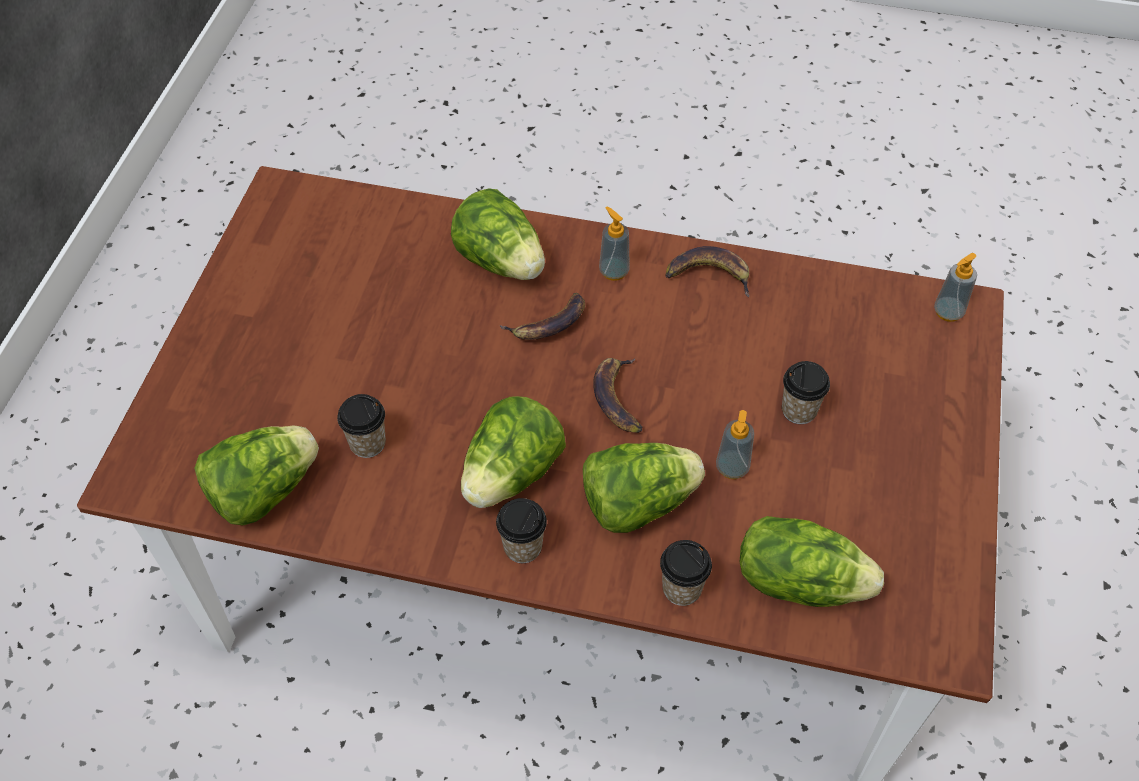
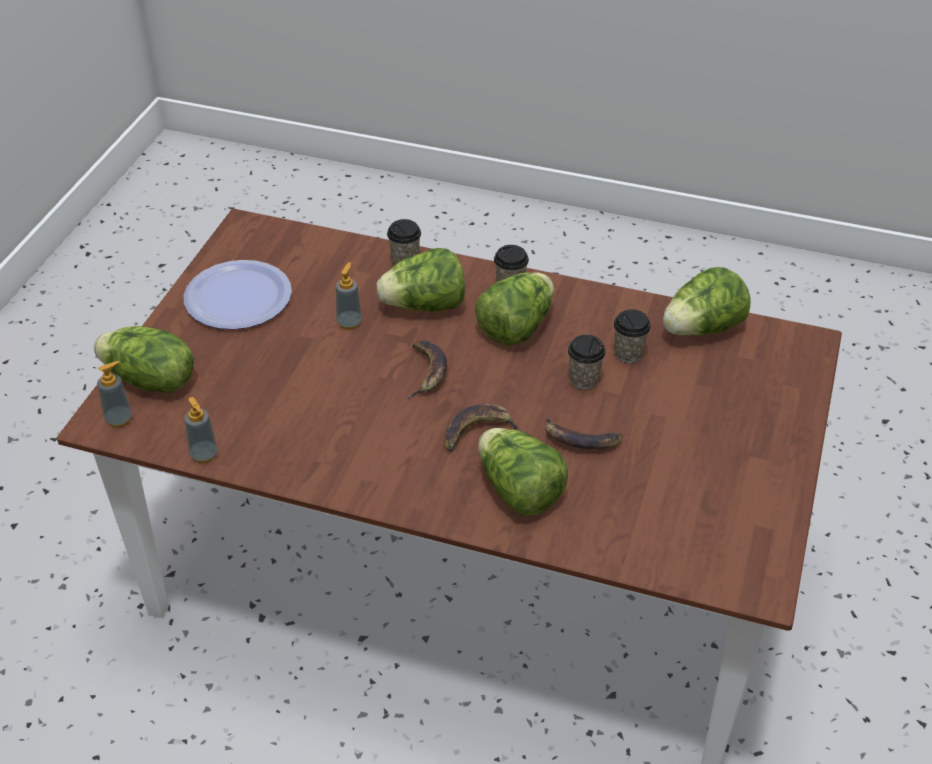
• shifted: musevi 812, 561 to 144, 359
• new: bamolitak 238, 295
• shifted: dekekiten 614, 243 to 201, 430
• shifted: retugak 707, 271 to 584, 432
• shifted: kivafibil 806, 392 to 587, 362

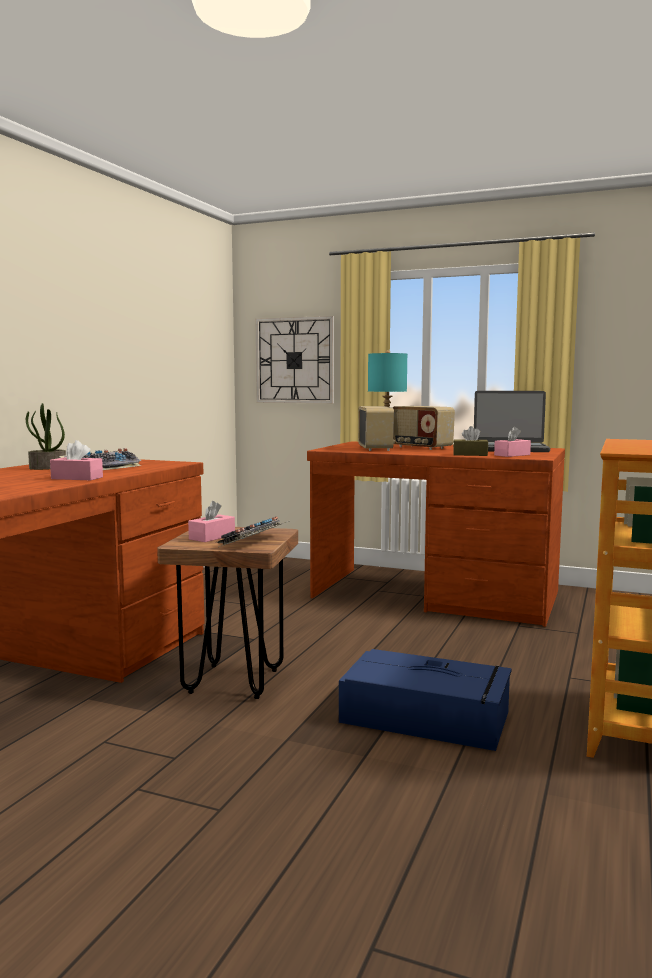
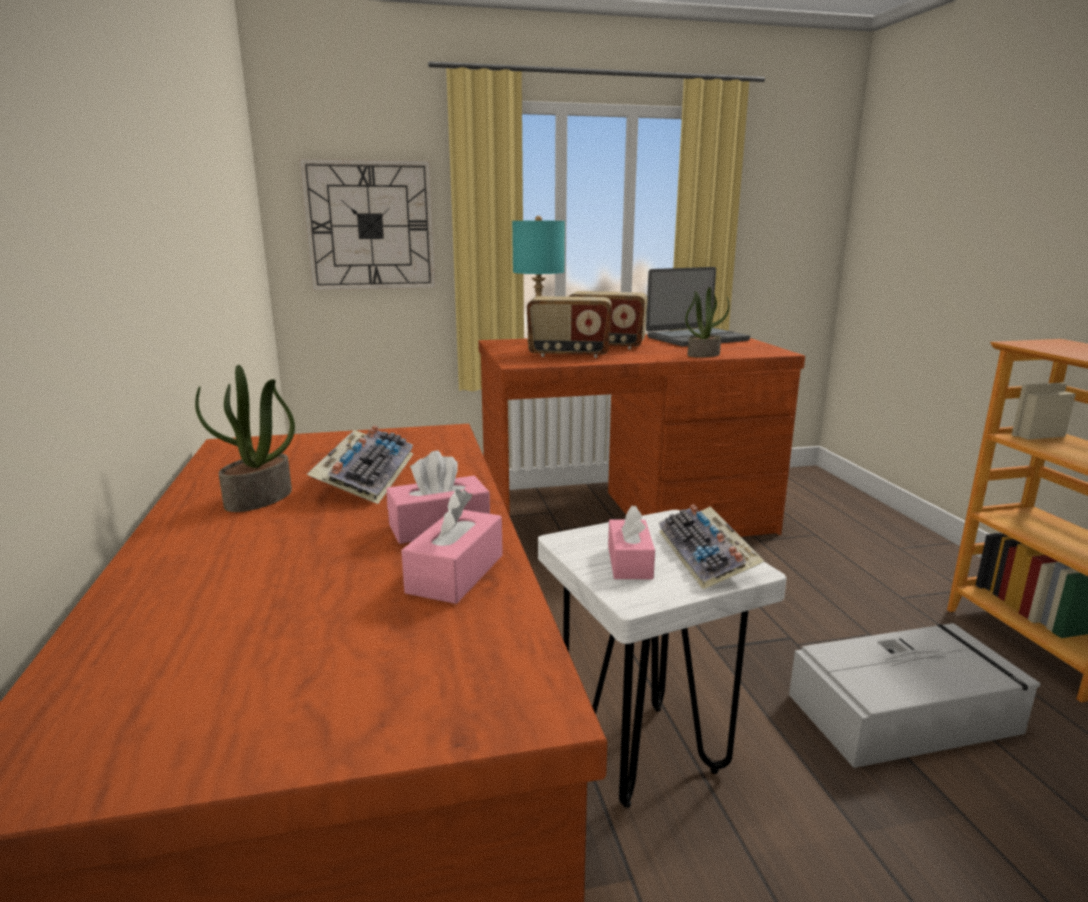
• shifted: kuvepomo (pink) 512, 441 to 452, 546
• rotated: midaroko 376, 428 = 569, 327 135 degrees clockwise
• repainted: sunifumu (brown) 227, 613 to sunifumu (white) 662, 659
• swapped: kuvepomo (brown) 470, 441 to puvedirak 707, 322
• repainted: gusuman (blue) 425, 700 to gusuman (grey) 915, 695

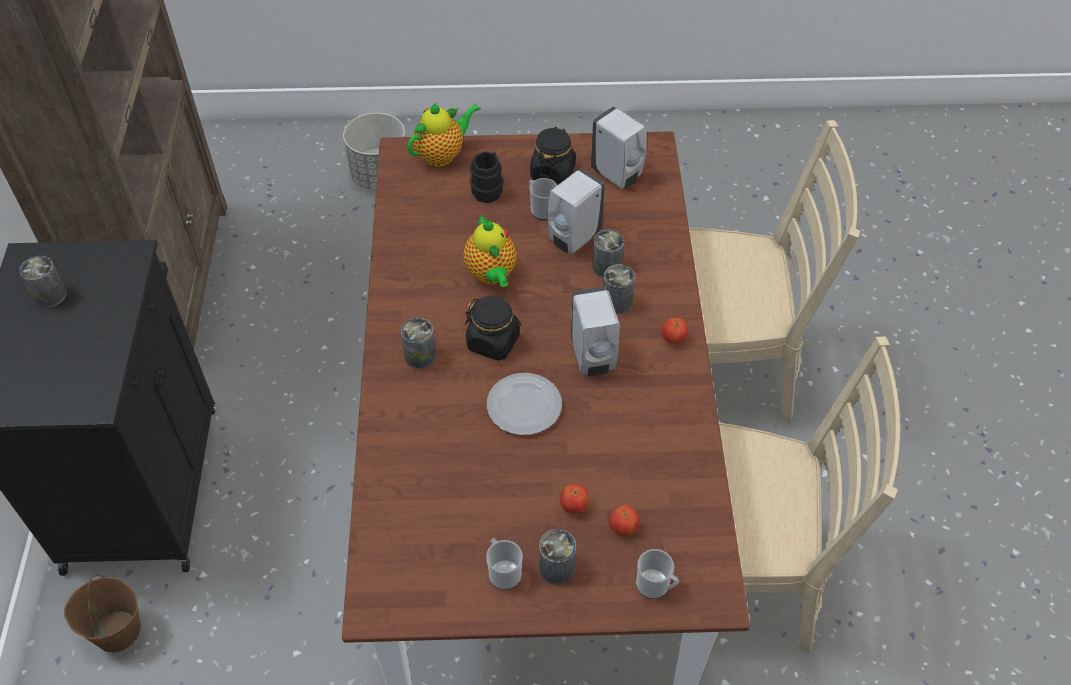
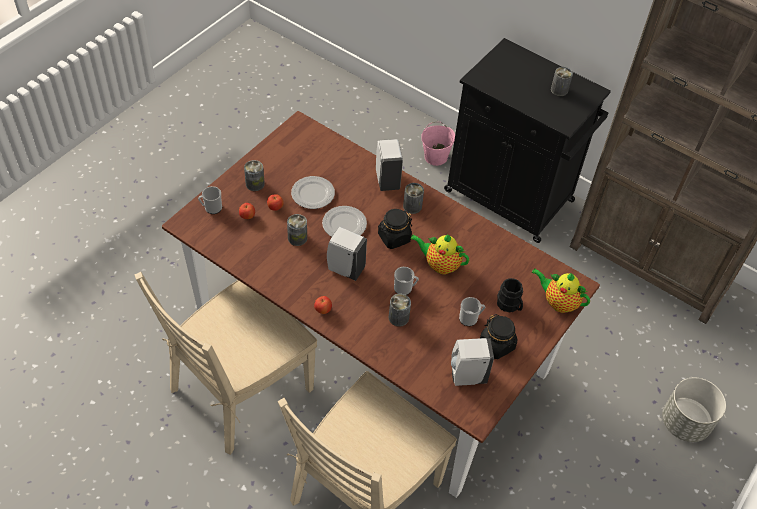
• shifted: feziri 619, 289 to 297, 230
• new: bamolitak 313, 192
• shifted: dekekiten (white) 576, 211 to 389, 165
• shifted: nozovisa 504, 564 to 406, 281
• repainted: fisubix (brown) 102, 613 to fisubix (pink) 438, 144
• rotated: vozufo 444, 135 = 561, 290 120 degrees clockwise

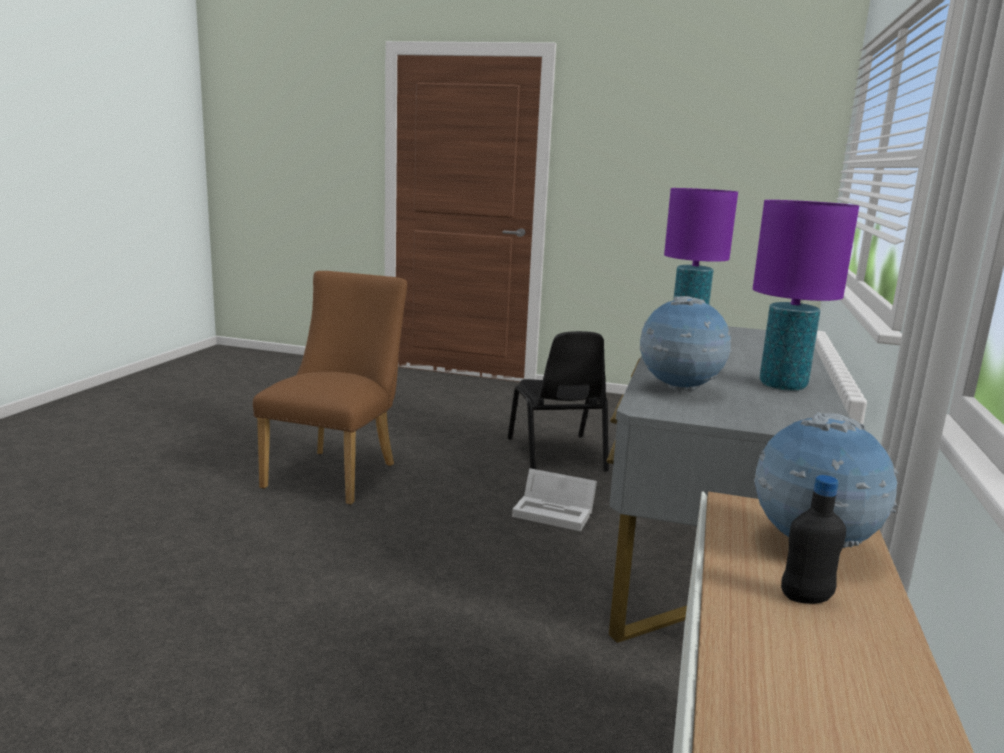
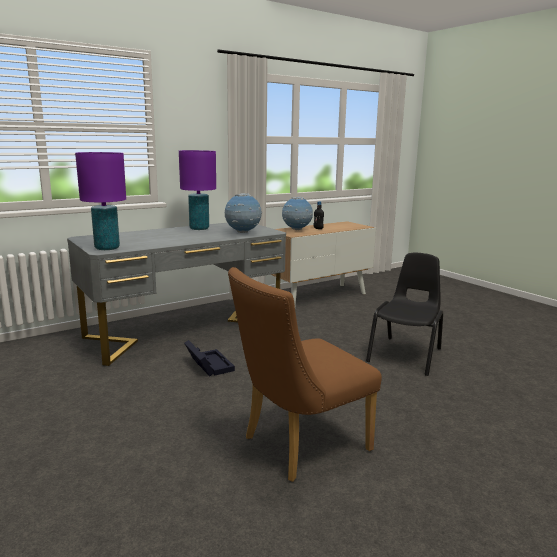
• repainted: gusuman (white) 554, 499 to gusuman (black) 209, 358
• shifted: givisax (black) 558, 401 to 404, 314

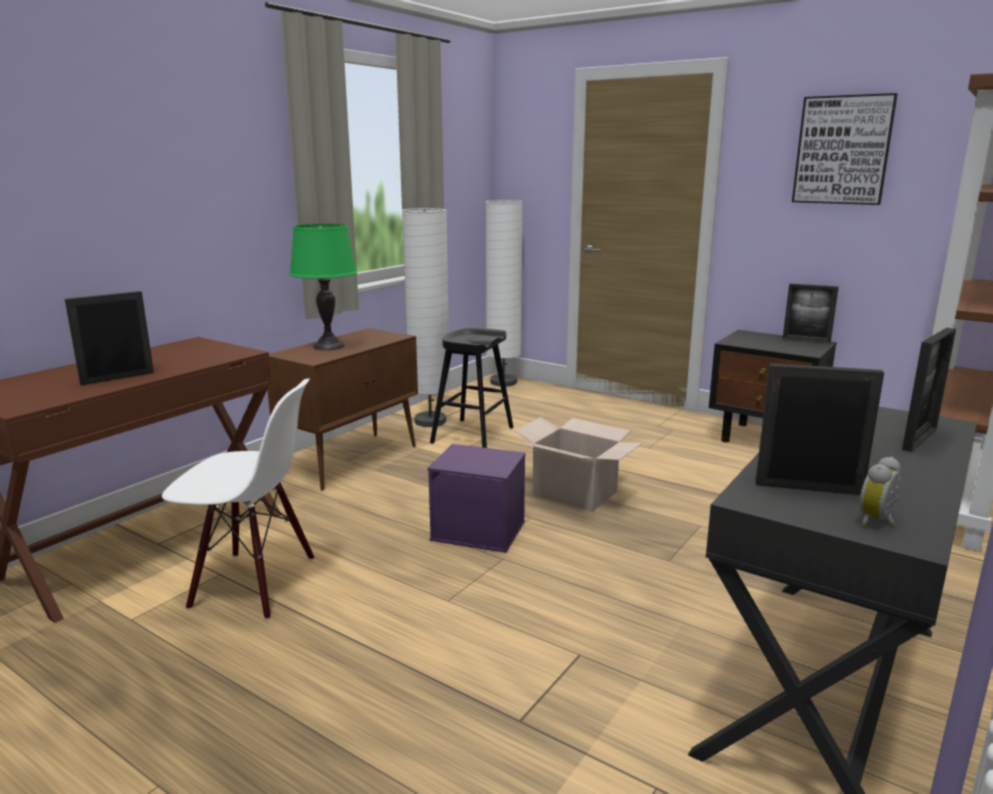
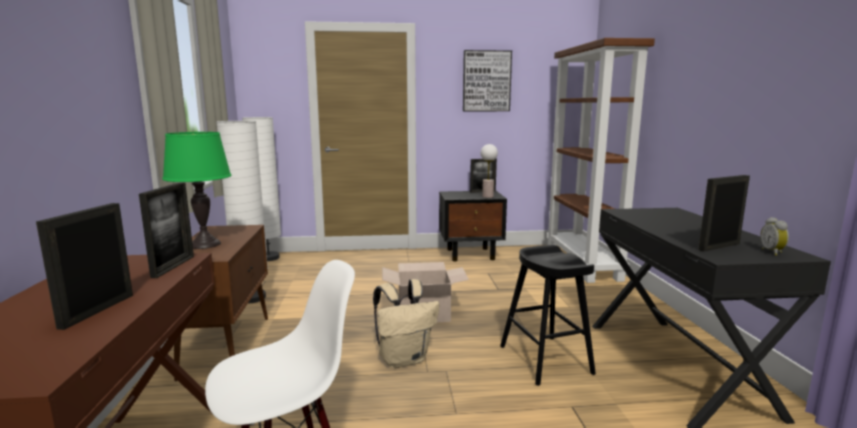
• shifted: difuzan 929, 390 to 166, 230
• swapped: gusuman (purple) 476, 498 to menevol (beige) 406, 323
• new: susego 489, 171
• shifted: sunifumu (black) 471, 388 to 548, 315

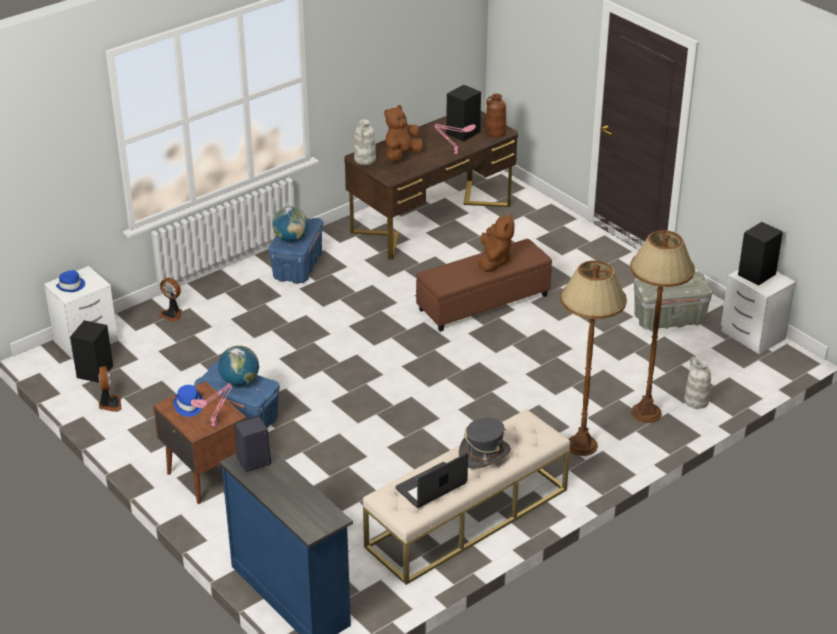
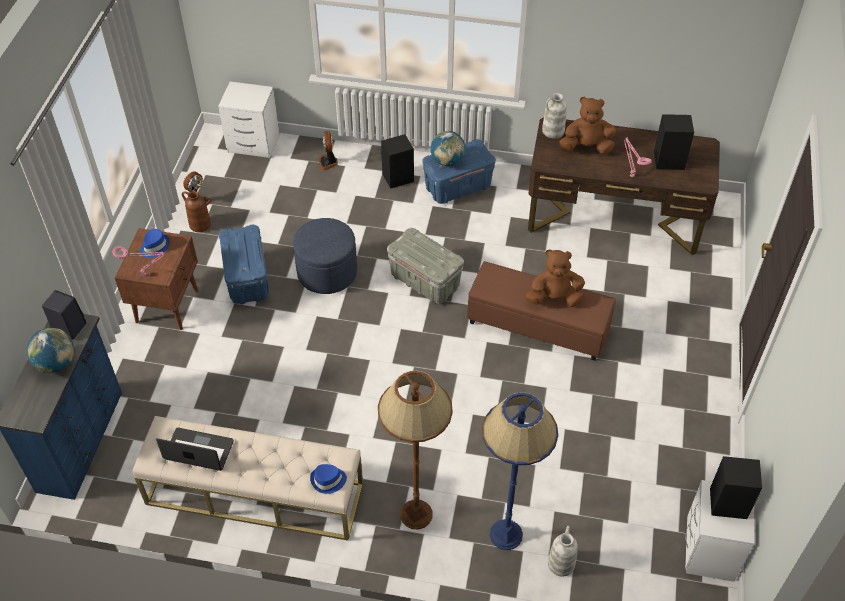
• shifted: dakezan 238, 366 to 50, 350
• shifted: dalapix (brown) 495, 115 to 196, 212
• new: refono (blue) 325, 256
• shifted: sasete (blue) 70, 281 to 328, 479
• shifted: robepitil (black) 91, 351 to 397, 161
• shifted: gusuman (grey) 673, 301 to 425, 266
• repainted: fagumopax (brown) 662, 326 to fagumopax (blue) 520, 471
• rotated: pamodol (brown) 496, 242 = 555, 278 150 degrees counterclockwise
• gone: sasete (grey) 485, 443

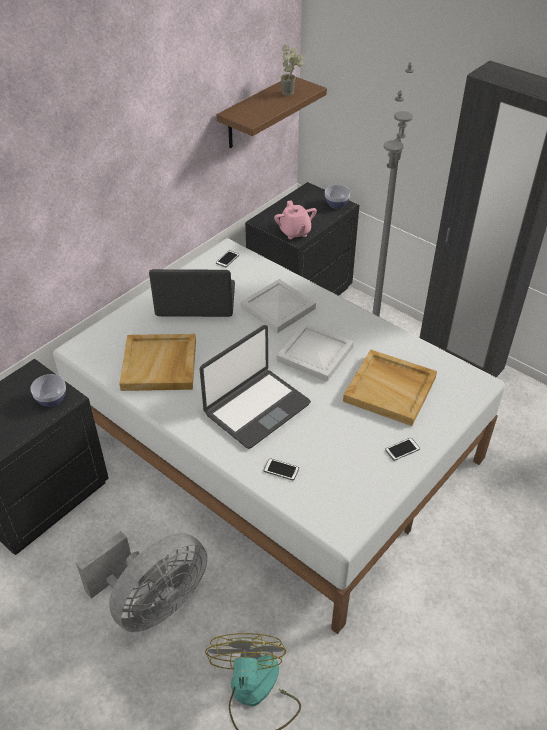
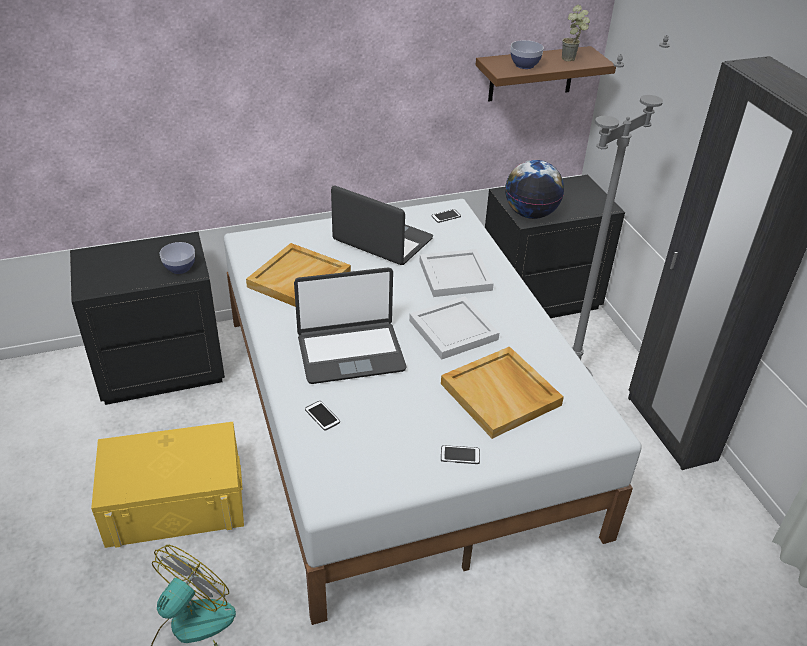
• swapped: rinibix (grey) 141, 581 to gusuman (yellow) 167, 485
• swapped: vozufo (pink) 295, 219 to dakezan 534, 189
• shifted: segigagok 337, 197 to 527, 54

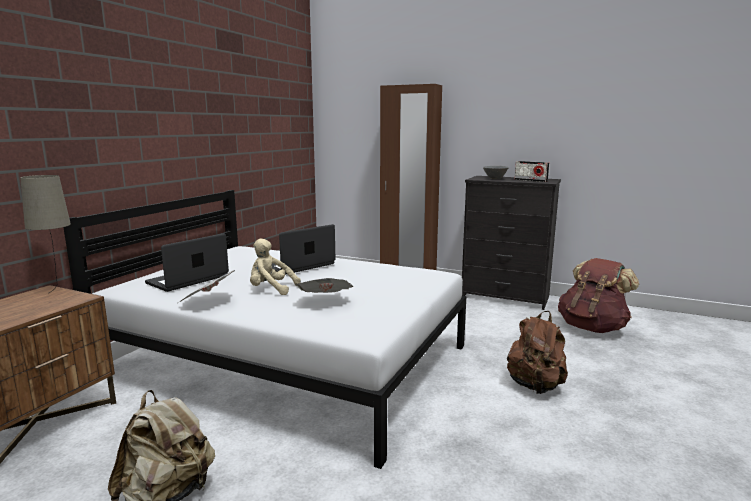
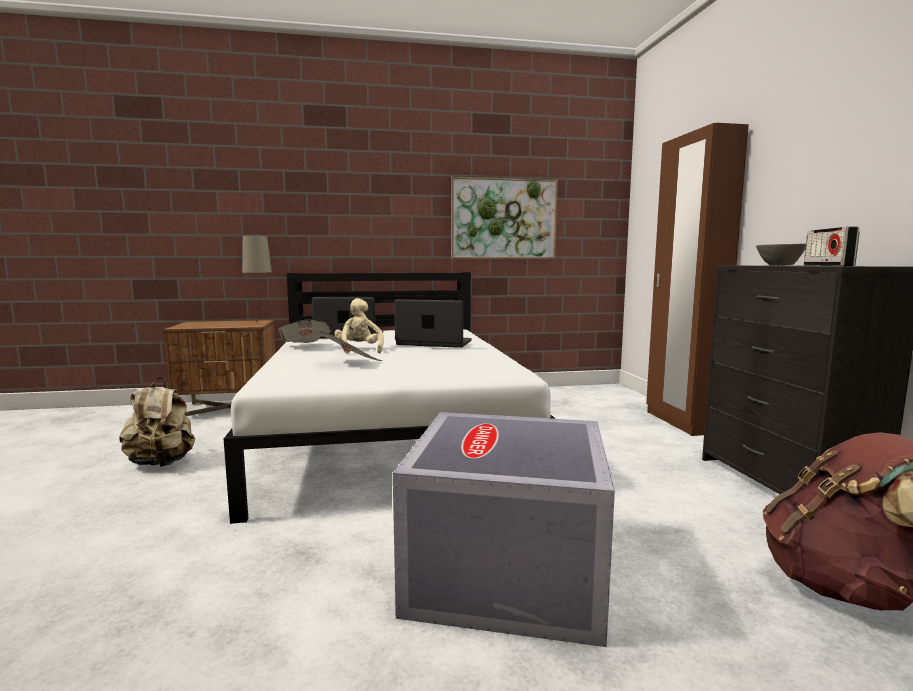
• swapped: menevol (brown) 537, 352 to gusuman (grey) 504, 529
• new: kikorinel 504, 218

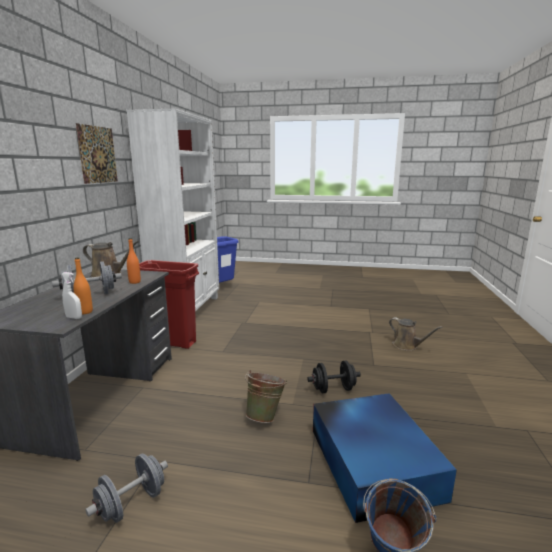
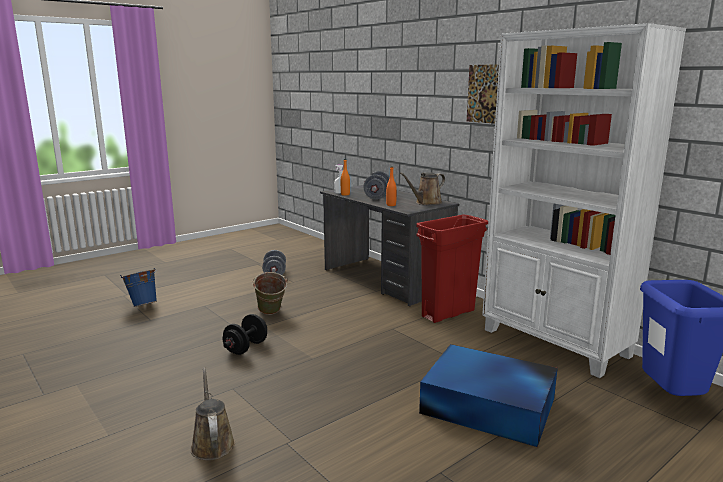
• rotated: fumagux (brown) 416, 334 = 212, 414 75 degrees clockwise
• shifted: gusuman (blue) 385, 458 to 488, 395

